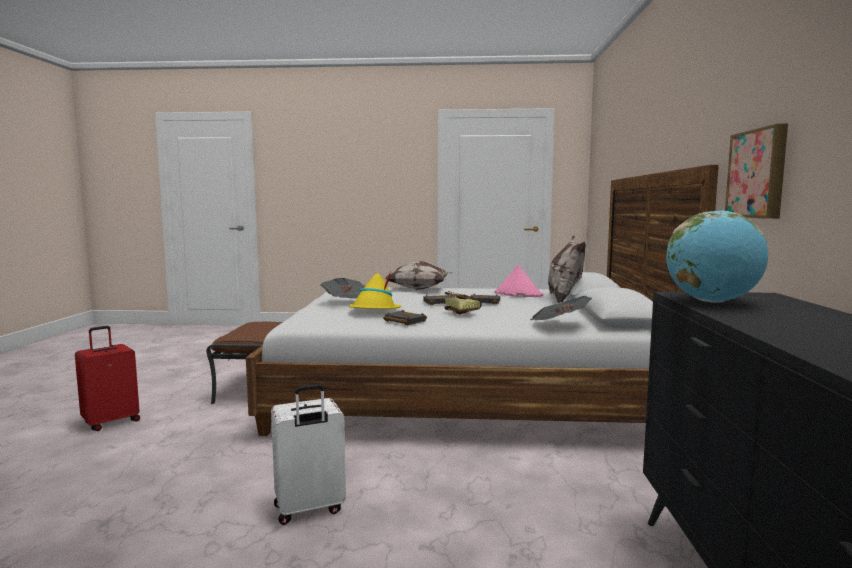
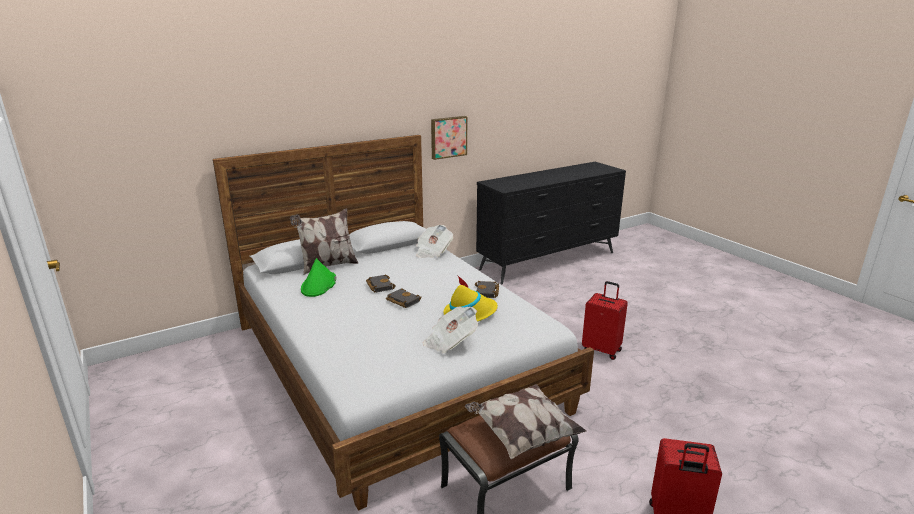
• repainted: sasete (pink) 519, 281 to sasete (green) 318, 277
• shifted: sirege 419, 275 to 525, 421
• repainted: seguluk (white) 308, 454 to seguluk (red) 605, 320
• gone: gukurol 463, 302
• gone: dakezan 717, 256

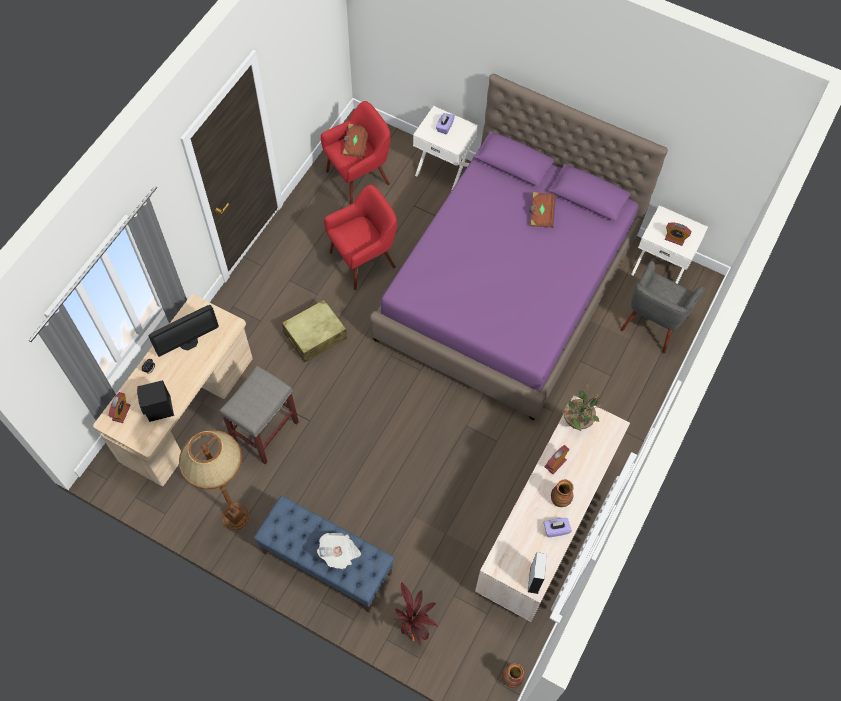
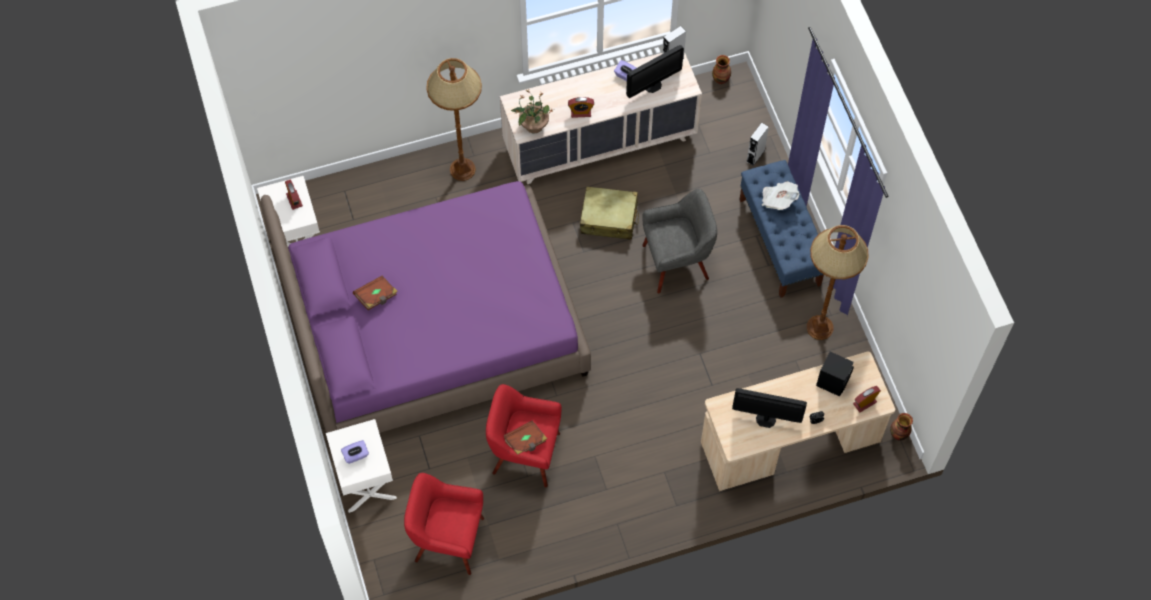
• new: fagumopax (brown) 454, 119
• shifted: gukurol (brown) 355, 141 to 525, 437
• shifted: seguluk (beige) 314, 331 to 609, 213
• new: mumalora 655, 71
• shifted: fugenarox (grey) 662, 307 to 679, 241
• swapped: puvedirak 415, 614 to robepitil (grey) 757, 144
• shifted: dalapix 562, 493 to 901, 426
• gone: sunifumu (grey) 259, 415

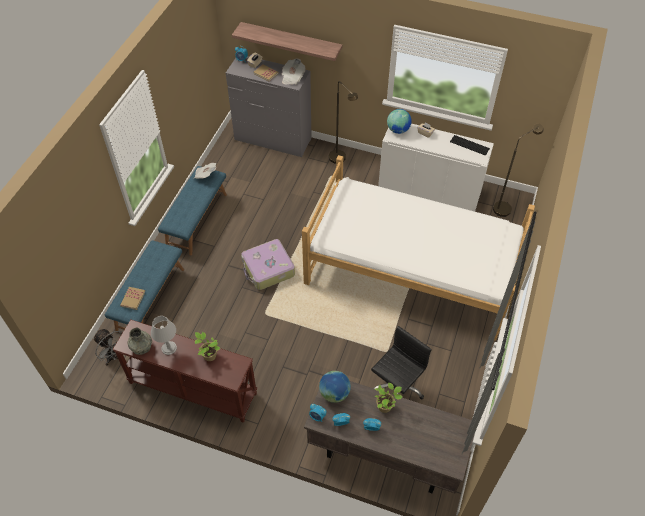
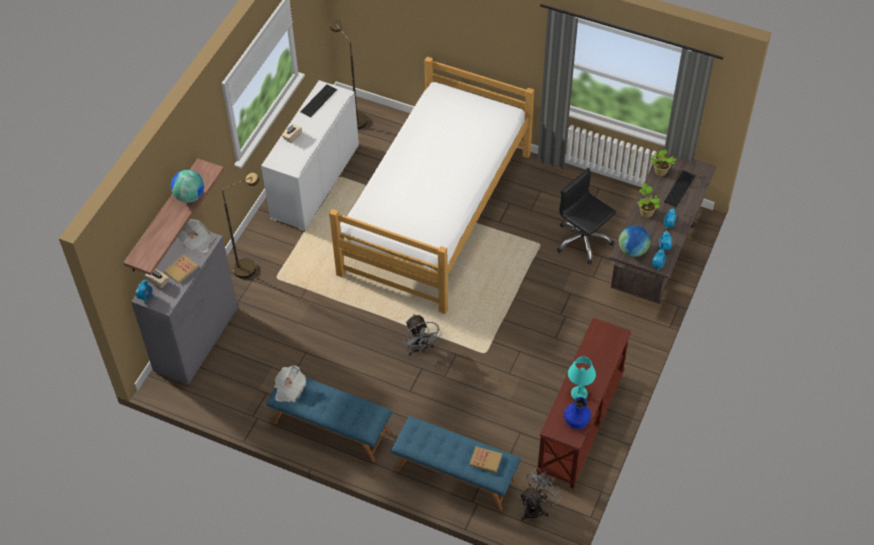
• shifted: dakezan 399, 121 to 187, 186
• swapped: seguluk 268, 264 to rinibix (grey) 422, 335
• repainted: dalapix (grey) 139, 341 to dalapix (blue) 577, 413
• repainted: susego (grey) 164, 335 to susego (turquoise) 582, 377
• shifted: puvedirak 207, 346 to 663, 162
• new: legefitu 679, 189

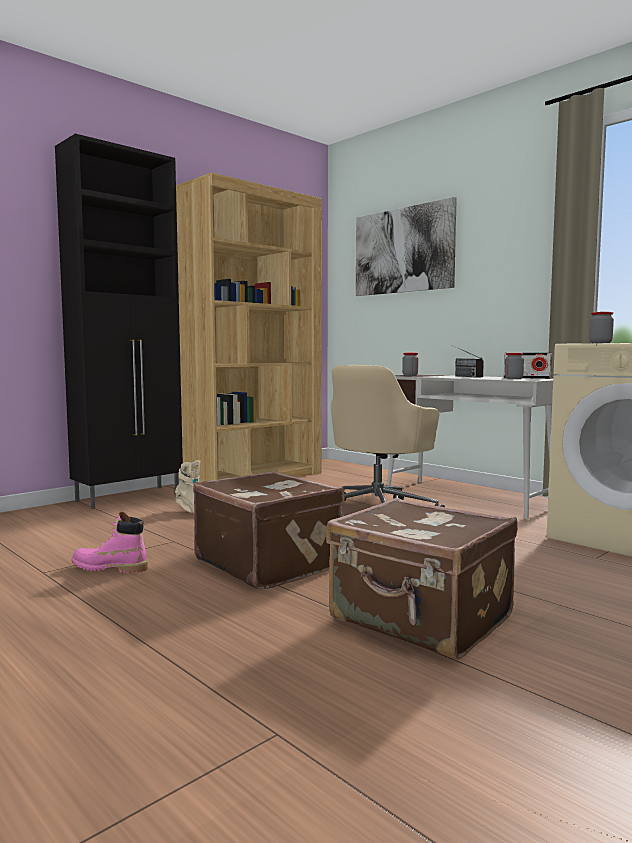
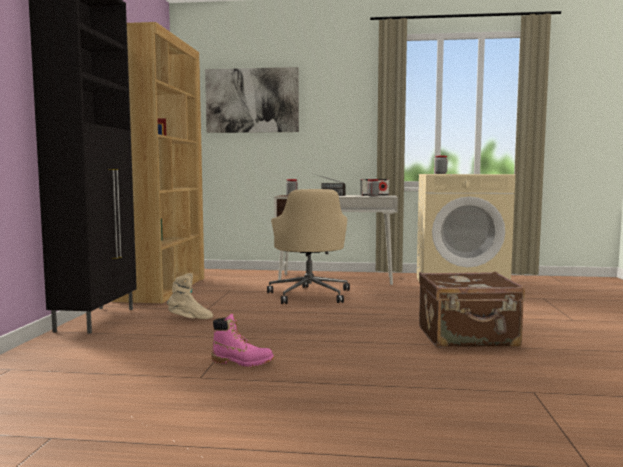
• rotated: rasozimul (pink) 110, 542 = 242, 340 135 degrees counterclockwise
• gone: seguluk (brown) 269, 530

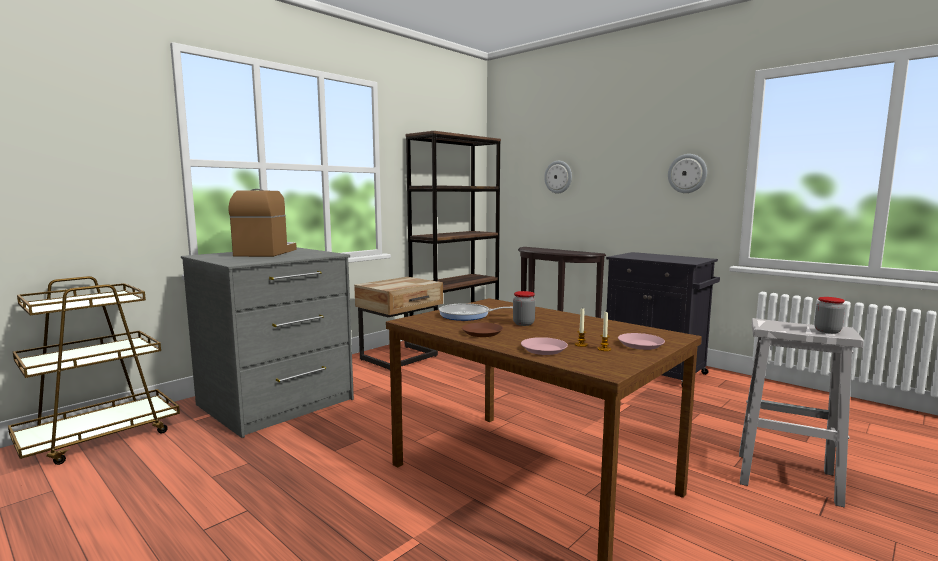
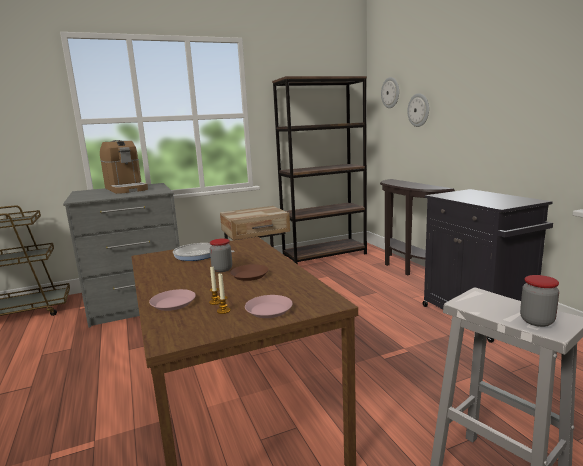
• rotated: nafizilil 262, 223 = 124, 167 120 degrees clockwise
• shifted: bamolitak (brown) 482, 330 to 249, 272
• shifted: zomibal 687, 173 to 390, 92

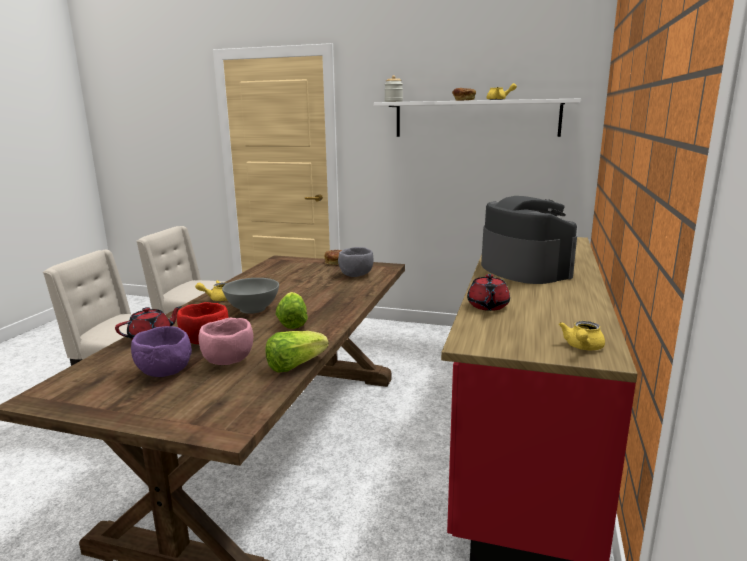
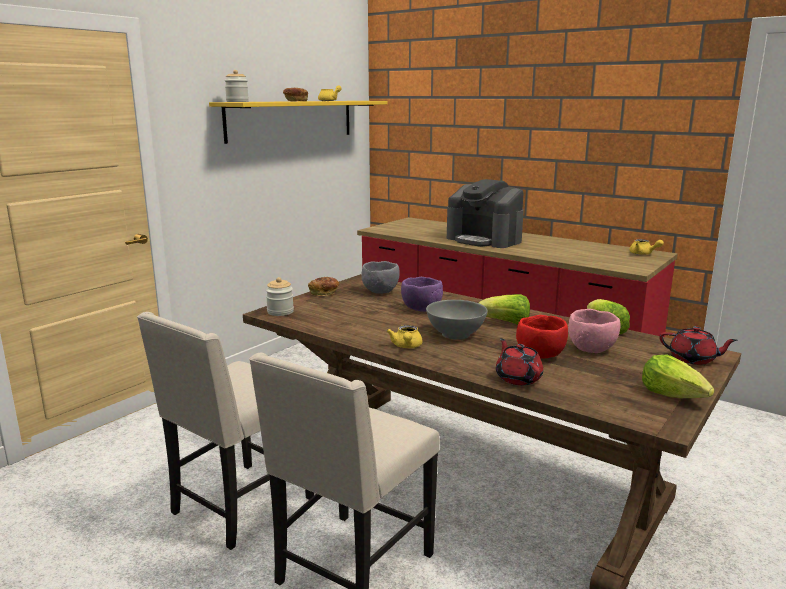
• repainted: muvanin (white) 477, 117 to muvanin (yellow) 298, 122
• new: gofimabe 280, 296
• shifted: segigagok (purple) 161, 351 to 422, 294
• rotated: nafizilil 529, 240 = 485, 213 135 degrees counterclockwise
• new: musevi 678, 376
• shifted: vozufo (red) 488, 292 to 698, 345

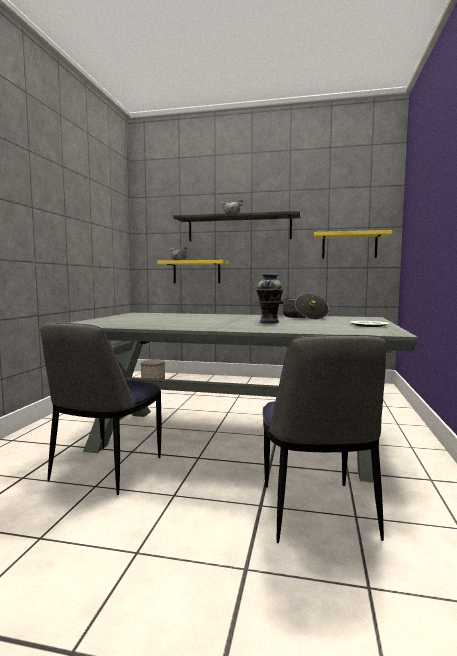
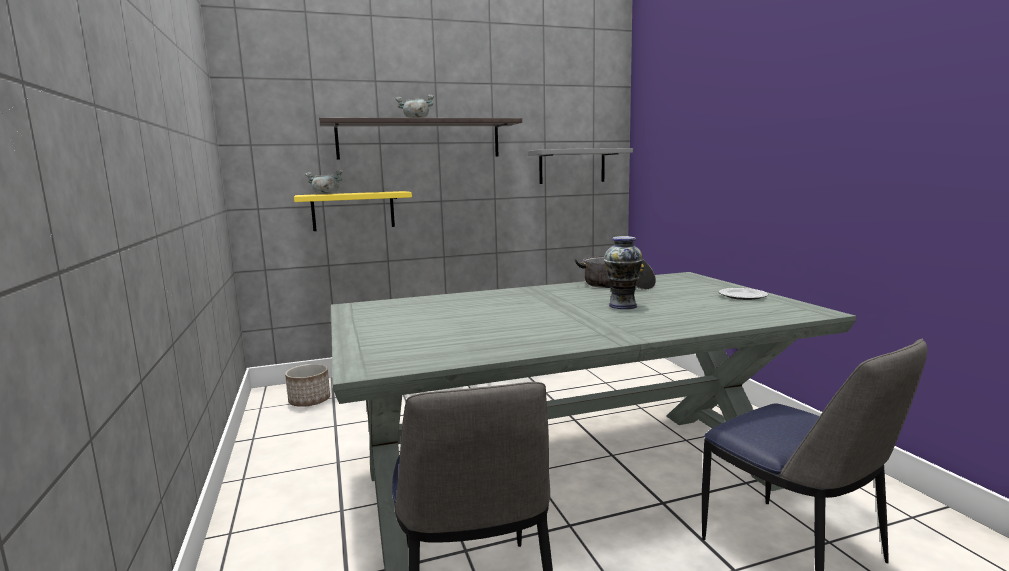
• repainted: muvanin (yellow) 353, 244 to muvanin (grey) 580, 166

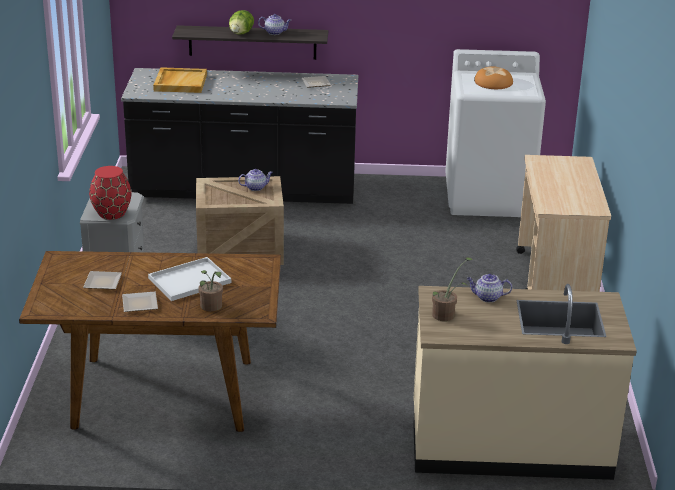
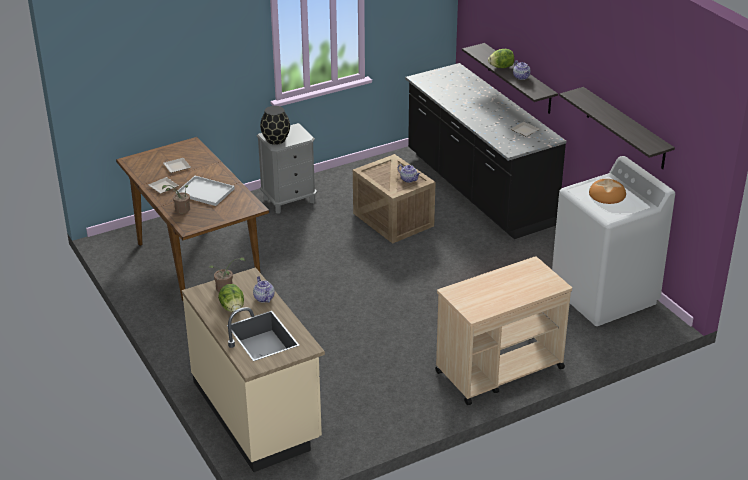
• new: musevi 231, 298
• repainted: dalapix (red) 110, 193 to dalapix (black) 275, 125
• new: muvanin 617, 128
• gone: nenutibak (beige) 180, 80

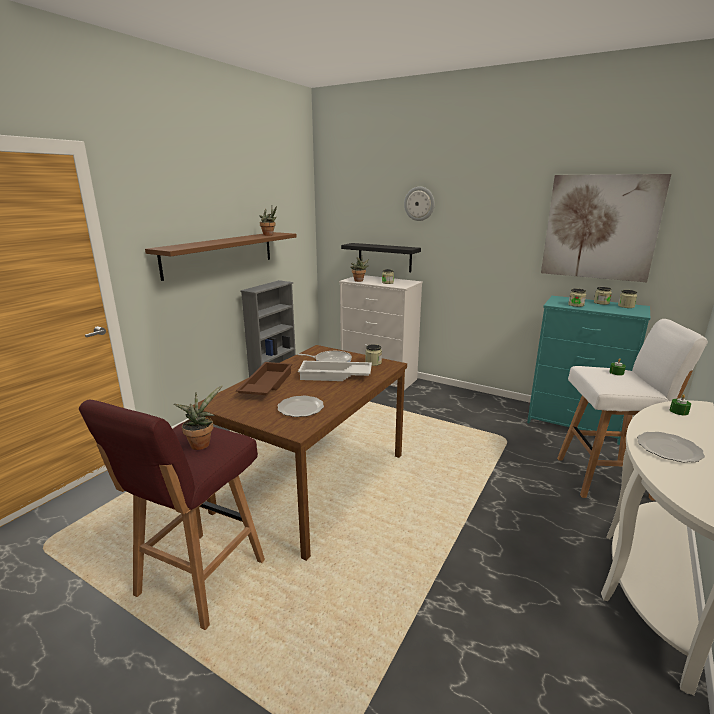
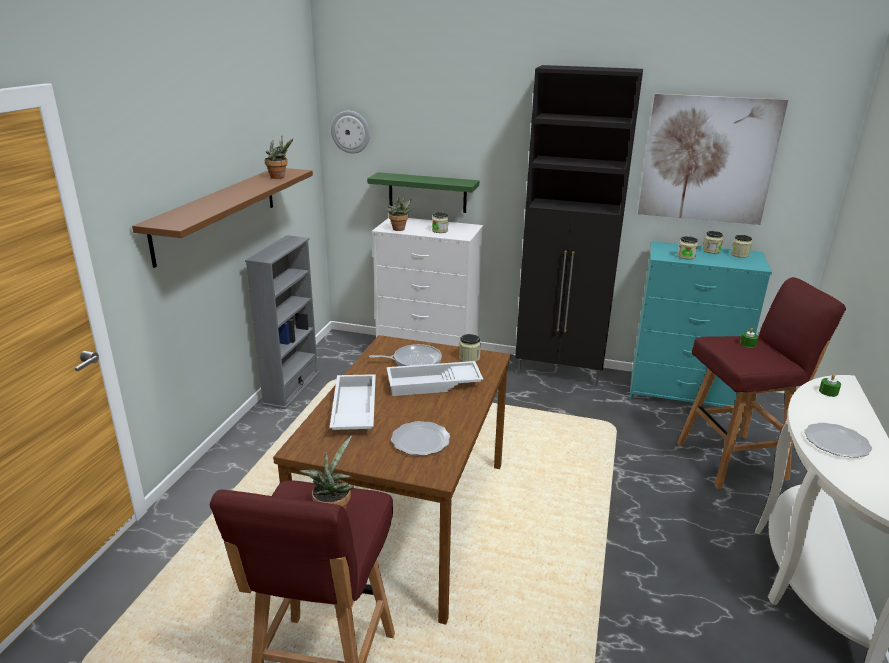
• repainted: nenutibak (brown) 264, 378 to nenutibak (white) 353, 402
• shifted: zomibal 419, 203 to 350, 132
• repainted: muvanin (black) 381, 257 to muvanin (green) 423, 192
• new: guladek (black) 579, 225
• repainted: sunifumu (white) 632, 410 to sunifumu (red) 761, 383

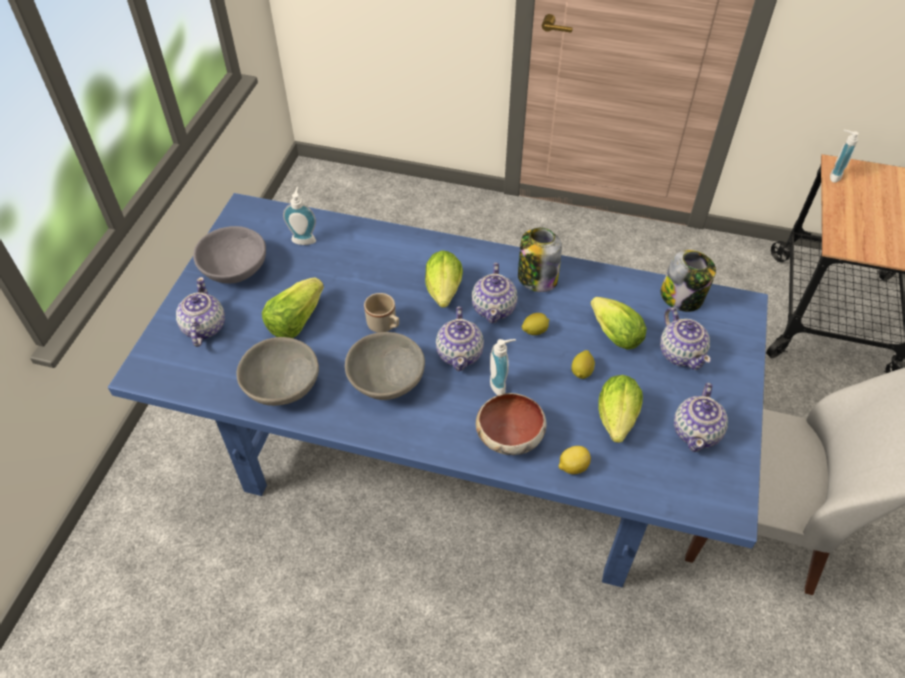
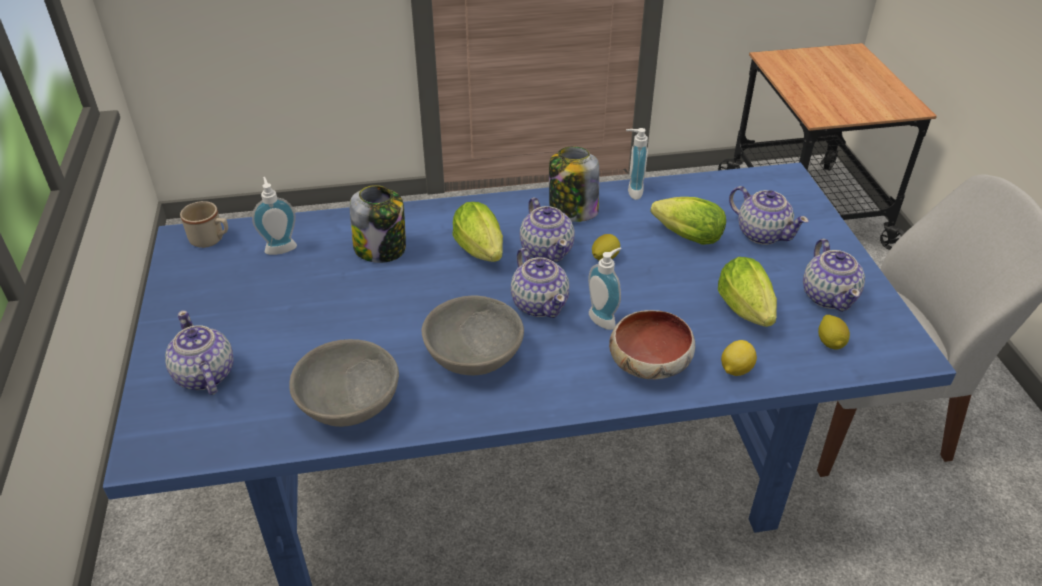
• shifted: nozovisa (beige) 381, 313 to 204, 224
• shifted: gofimabe 688, 281 to 378, 224
• shifted: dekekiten 844, 156 to 637, 164
• shifted: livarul 583, 364 to 834, 332
• gone: segigagok (grey) 229, 254
• gone: musevi 293, 308

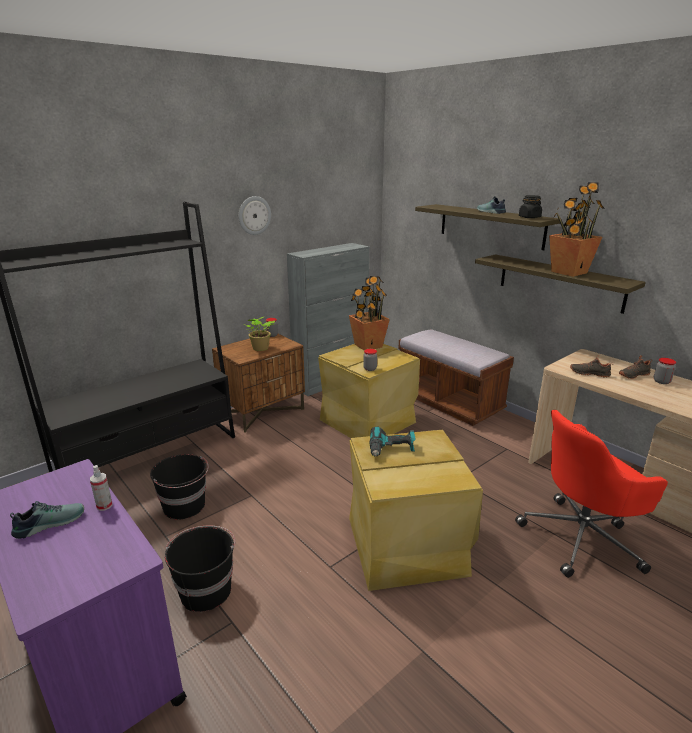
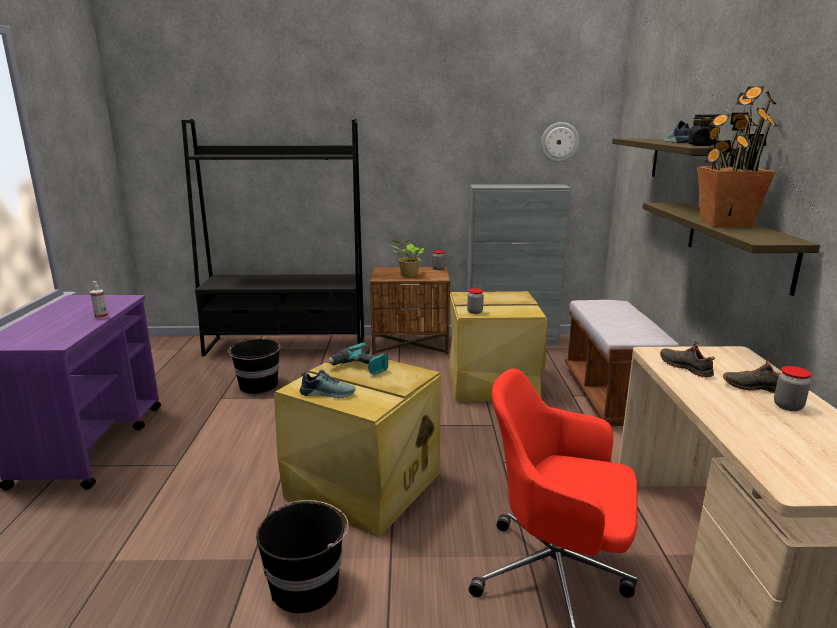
• shifted: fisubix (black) 200, 569 to 302, 556
• shifted: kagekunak 47, 520 to 328, 383
• shifted: zomibal 255, 215 to 560, 142
• gone: puvedirak 369, 313

